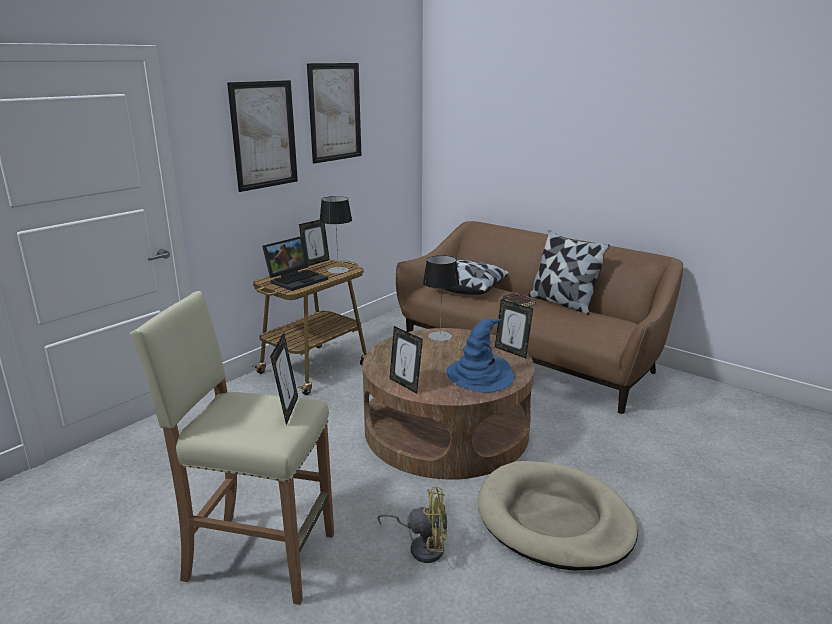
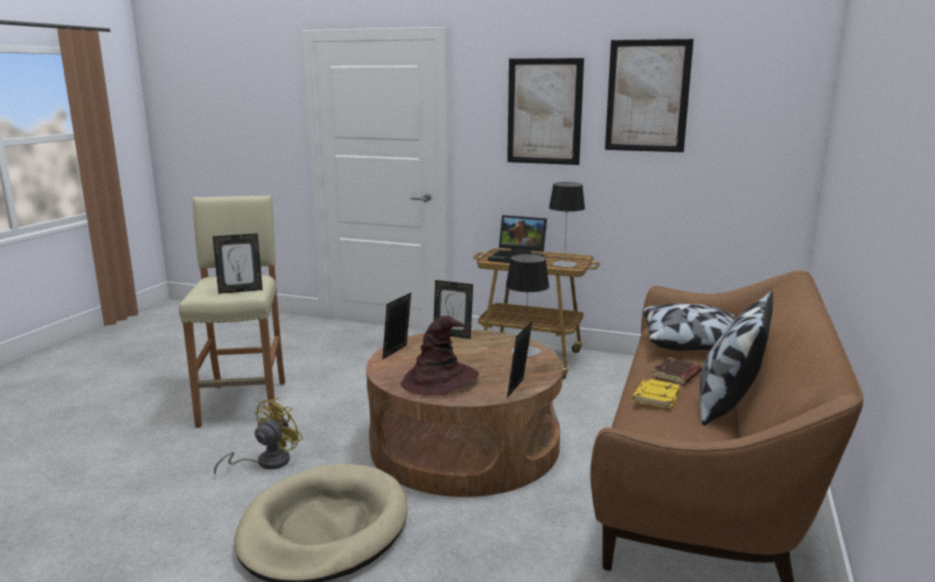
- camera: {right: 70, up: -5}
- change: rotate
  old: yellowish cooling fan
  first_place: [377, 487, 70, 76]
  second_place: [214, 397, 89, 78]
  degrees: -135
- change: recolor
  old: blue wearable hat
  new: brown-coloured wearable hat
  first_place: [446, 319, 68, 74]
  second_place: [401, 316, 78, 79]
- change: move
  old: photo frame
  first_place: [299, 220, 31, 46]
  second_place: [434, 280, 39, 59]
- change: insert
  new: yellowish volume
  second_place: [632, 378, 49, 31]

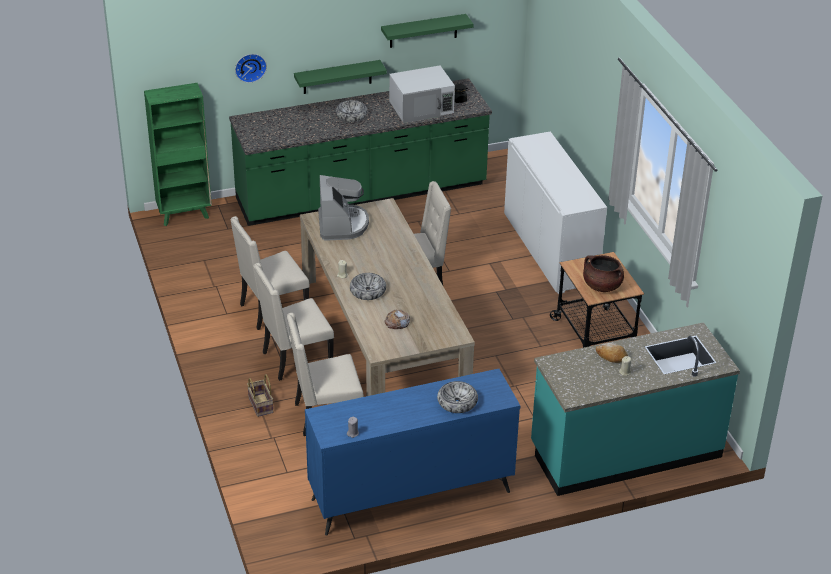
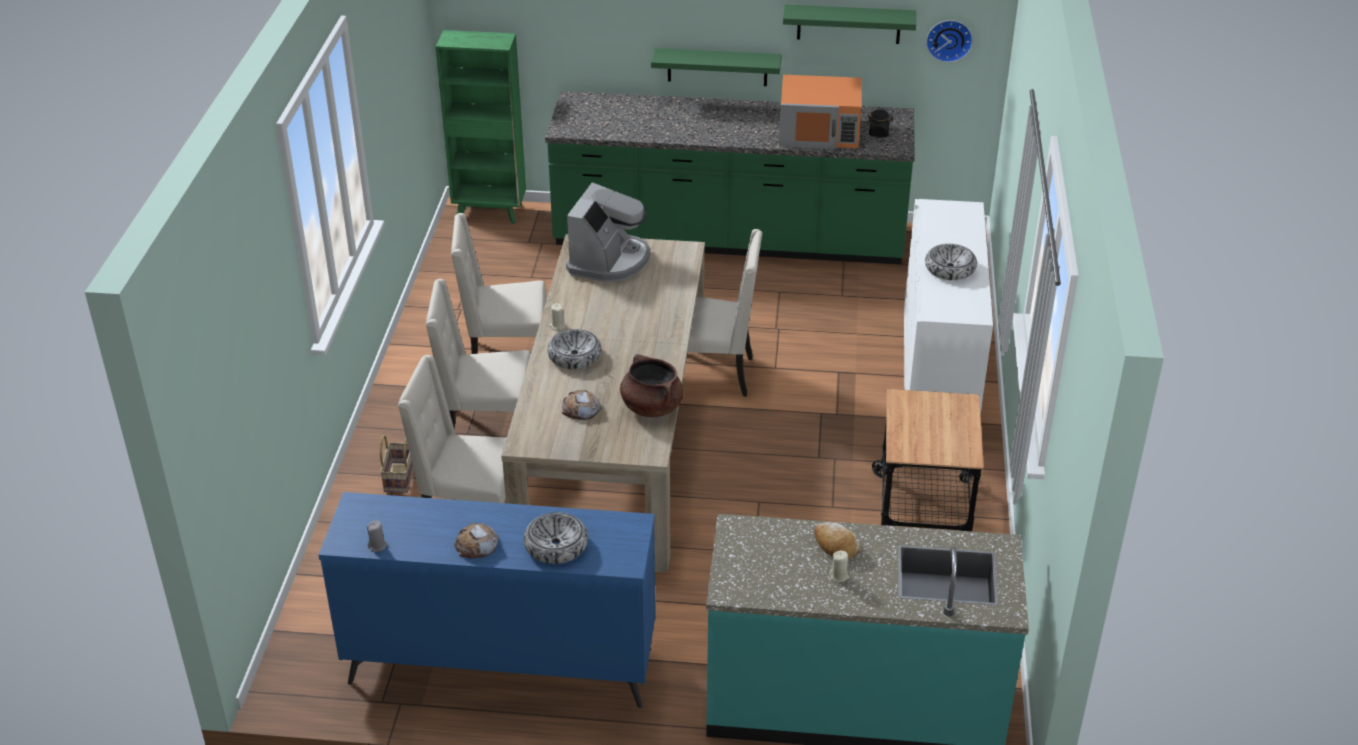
- camera: {right: 25, up: 0}
- change: insert
  new: bakery bread
  second_place: [454, 523, 45, 35]
- change: move
  old: brown-coloured saucepot
  first_place: [583, 255, 41, 37]
  second_place: [620, 354, 64, 63]
- change: recolor
  old: white-coloured microwave
  new: orange microwave
  first_place: [389, 66, 66, 57]
  second_place: [779, 75, 83, 74]
- change: move
  old: deep dish
  first_place: [336, 100, 32, 22]
  second_place: [925, 244, 52, 36]
- change: move
  old: hanging clock
  first_place: [235, 54, 32, 29]
  second_place: [926, 20, 47, 43]

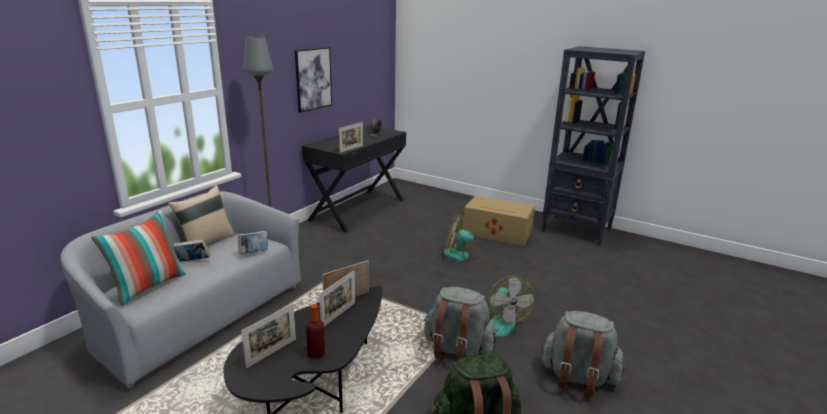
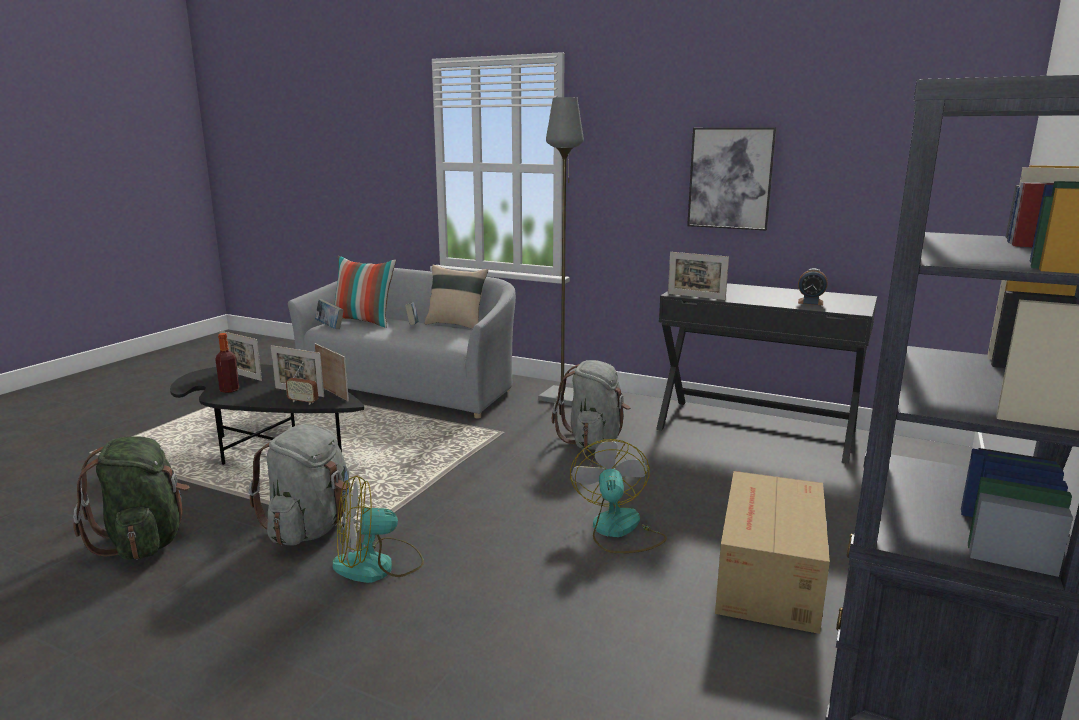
- camera: {right: 85, up: -5}
- change: insert
  new: radio set
  second_place: [286, 362, 32, 43]
- change: move
  old: volume
  first_place: [238, 231, 30, 23]
  second_place: [315, 300, 29, 29]
- change: move
  old: grey backpack
  first_place: [541, 311, 83, 85]
  second_place: [552, 360, 78, 90]

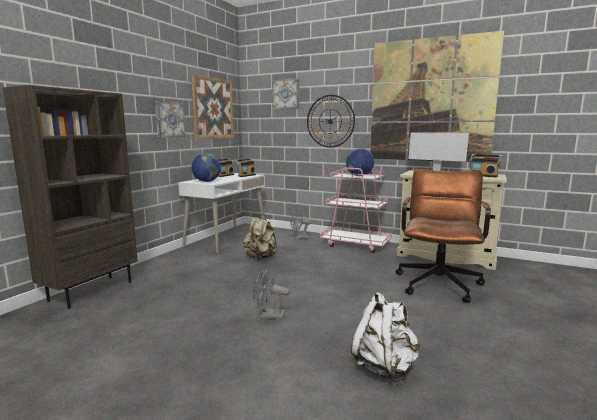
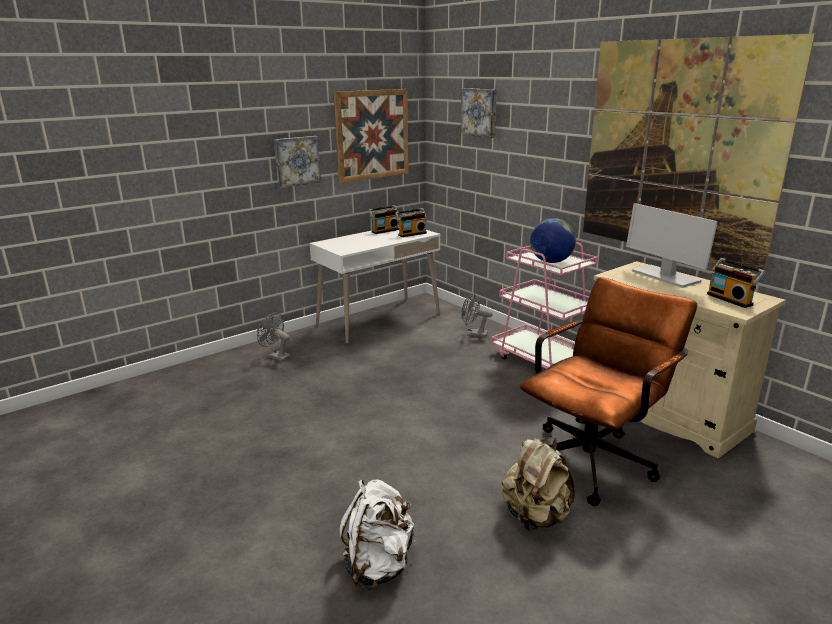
- camera: {right: 25, up: 10}
- change: move
  old: grey cooling fan
  first_place: [253, 267, 36, 52]
  second_place: [257, 313, 34, 49]
- change: move
  old: beige-coloured backpack
  first_place: [243, 214, 34, 46]
  second_place: [502, 436, 73, 95]
- change: delete
  old: brown-coloured bookshelf
  first_place: [3, 85, 135, 224]
- change: delete
  old: world globe
  first_place: [192, 153, 29, 29]
- change: delete
  old: hanging clock
  first_place: [307, 95, 48, 53]

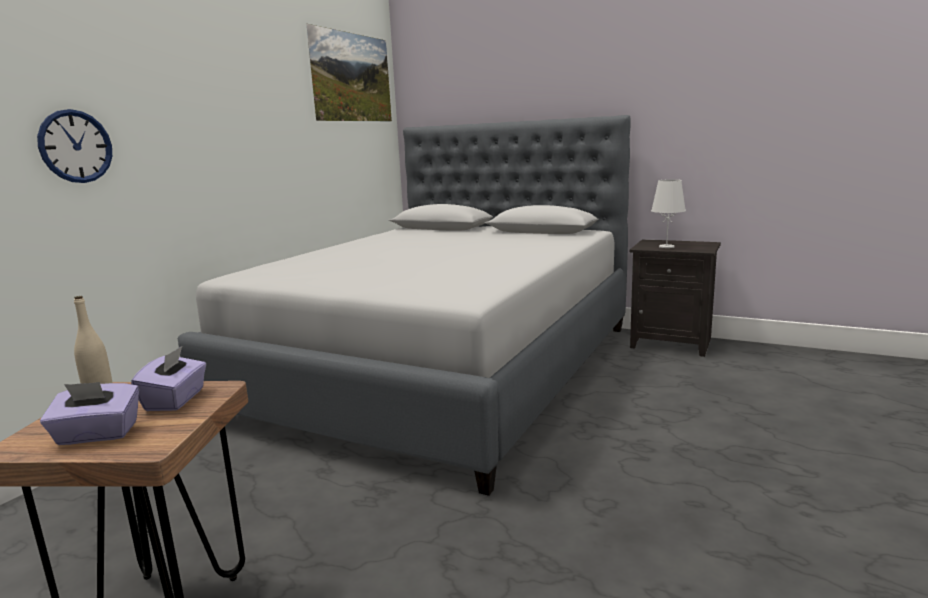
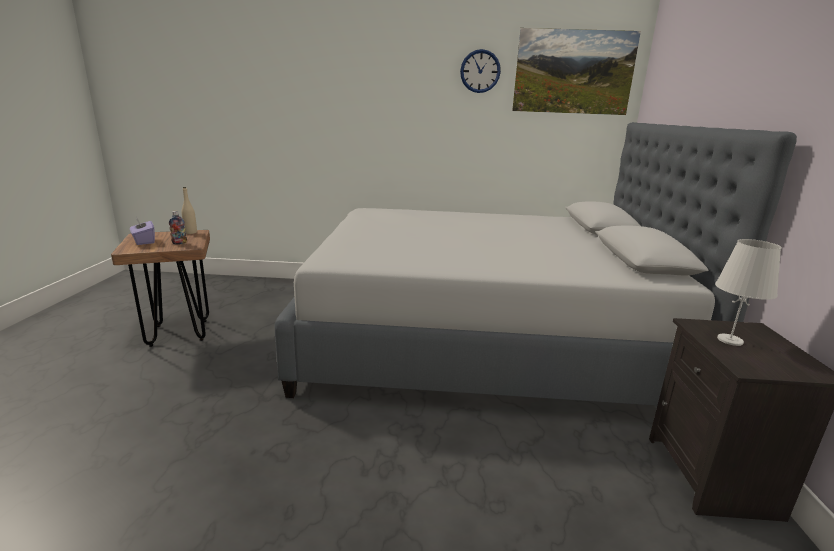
- camera: {right: 65, up: 5}
- change: replace
  old: purple-coloured box of tissues
  new: beverage bottle
  first_place: [131, 346, 75, 65]
  second_place: [169, 211, 18, 34]
- change: move
  old: hanging clock
  first_place: [37, 109, 75, 74]
  second_place: [460, 49, 41, 44]

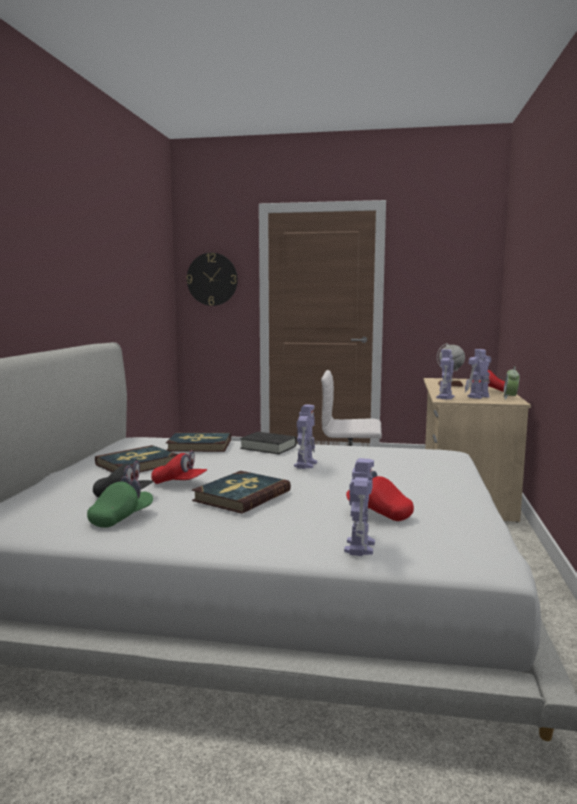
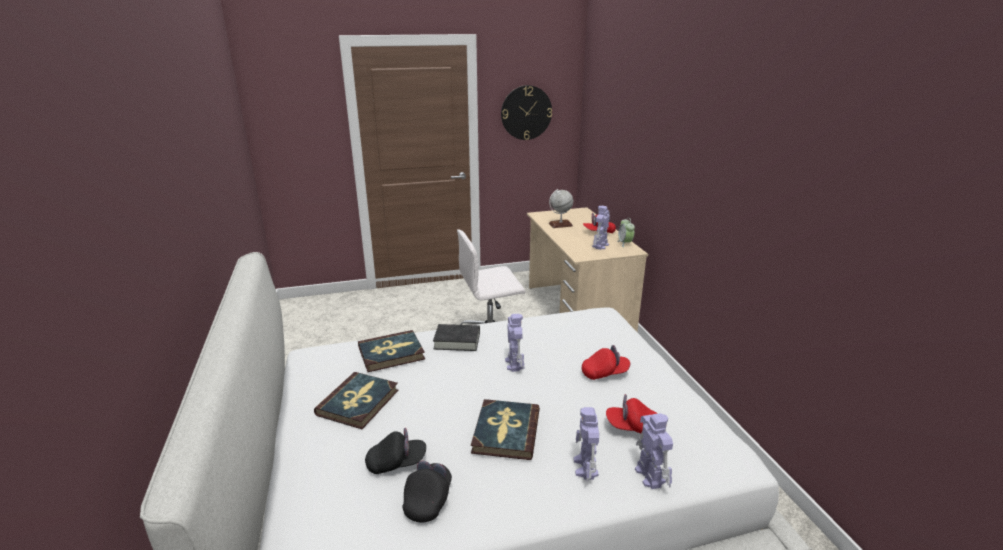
- camera: {right: -25, up: 15}
- change: recolor
  old: green-coloured baseball cap
  new: black baseball cap
  first_place: [87, 476, 66, 52]
  second_place: [402, 461, 50, 62]
- change: move
  old: hanging clock
  first_place: [186, 253, 52, 53]
  second_place: [501, 85, 51, 55]
- change: move
  old: model robot
  first_place: [436, 349, 19, 51]
  second_place: [574, 407, 25, 75]
- change: move
  old: red baseball cap
  first_place: [151, 450, 56, 34]
  second_place: [582, 345, 48, 35]

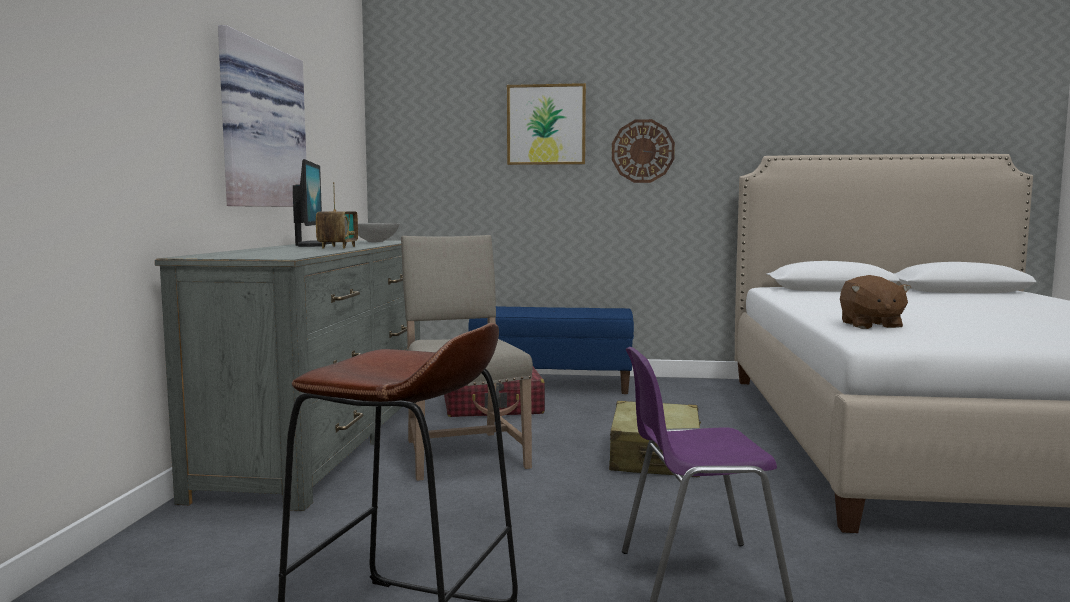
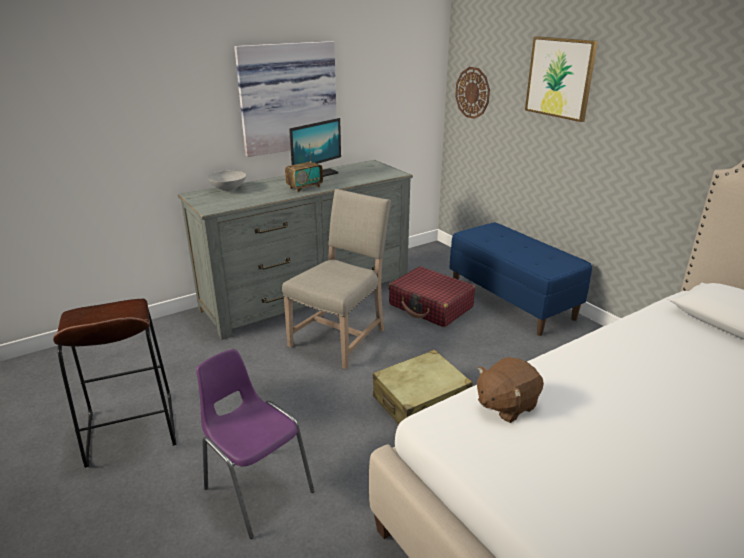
- camera: {right: 50, up: 20}
- change: move
  old: grey deep dish
  first_place: [358, 223, 42, 19]
  second_place: [208, 171, 38, 20]
- change: move
  old: hanging clock
  first_place: [612, 119, 63, 64]
  second_place: [455, 67, 35, 52]

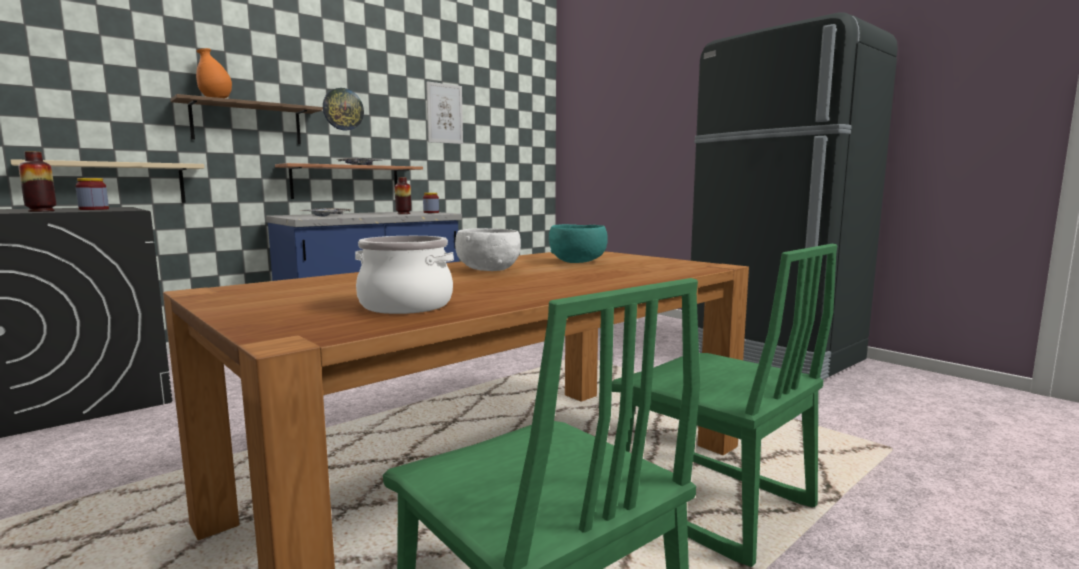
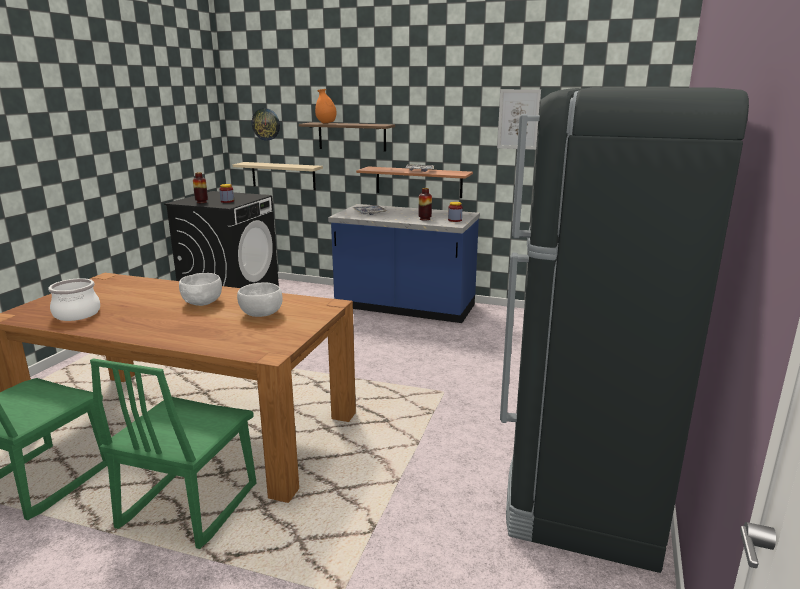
- camera: {right: 60, up: 10}
- change: recolor
  old: blue-green deep dish
  new: white-coloured deep dish
  first_place: [549, 224, 59, 39]
  second_place: [237, 282, 46, 35]
- change: move
  old: hanging clock
  first_place: [323, 88, 41, 43]
  second_place: [252, 108, 28, 33]

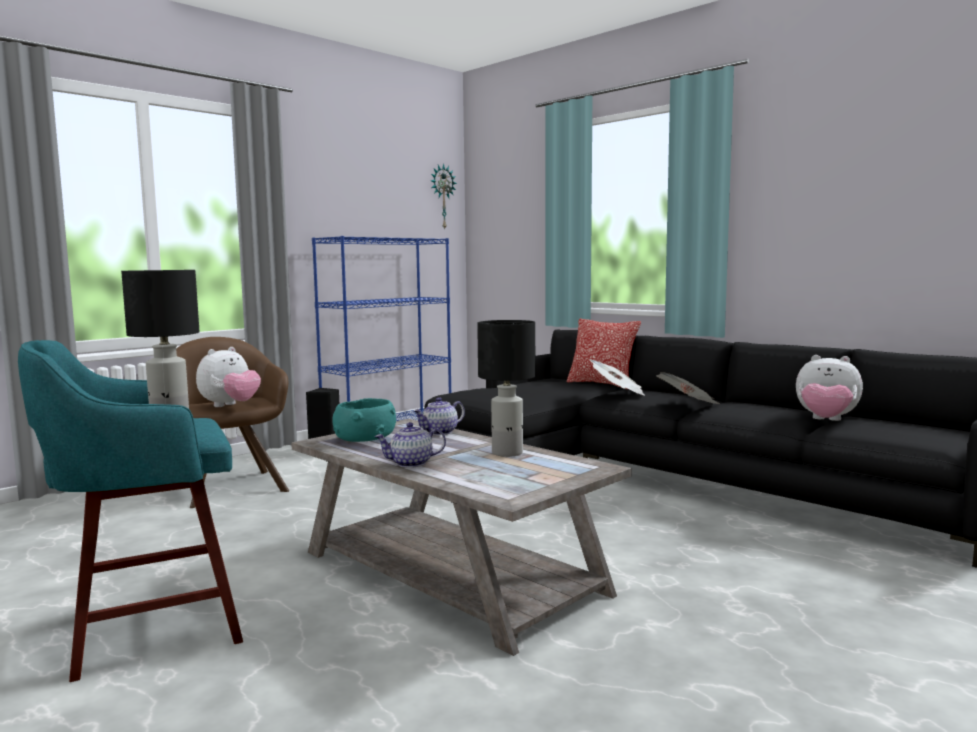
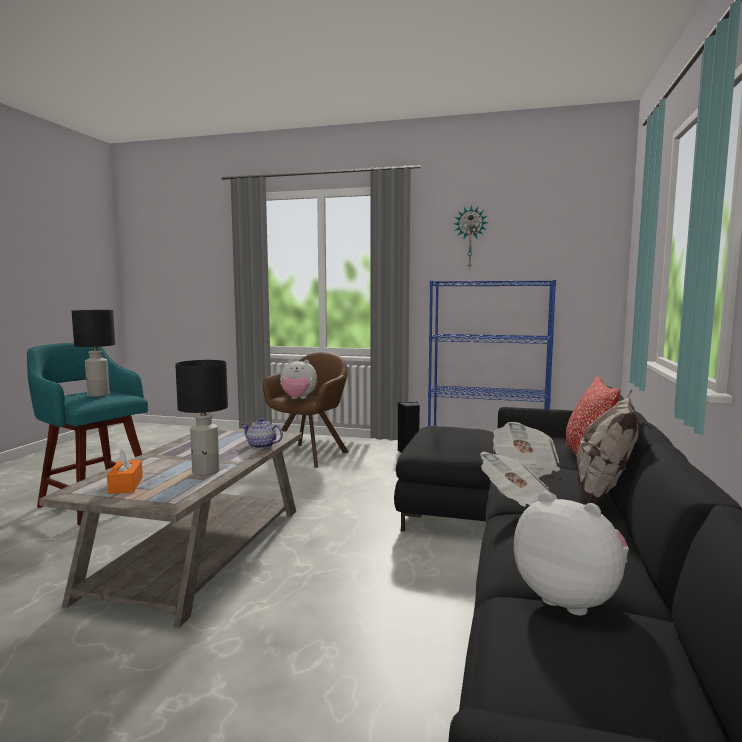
- camera: {right: 60, up: 0}
- change: insert
  new: orange box of tissues
  second_place: [107, 449, 36, 45]
- change: move
  old: hanging clock
  first_place: [431, 163, 26, 67]
  second_place: [454, 205, 34, 64]
- change: rotate
  old: cuddly toy
  first_place: [796, 355, 67, 66]
  second_place: [514, 491, 115, 125]
  degrees: 135
- change: insert
  new: pillow
  second_place: [577, 389, 62, 116]
- change: delete
  old: blue-green deep dish
  first_place: [332, 398, 64, 44]
- change: delete
  old: teapot
  first_place: [375, 422, 71, 46]

